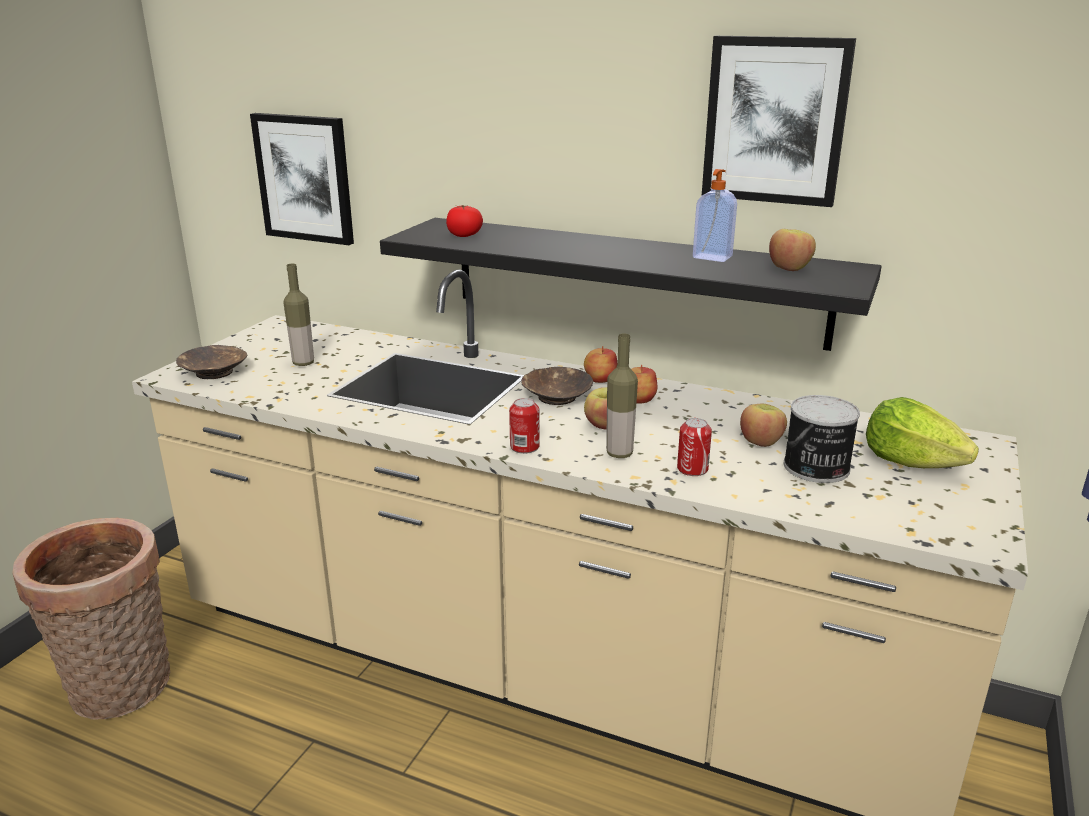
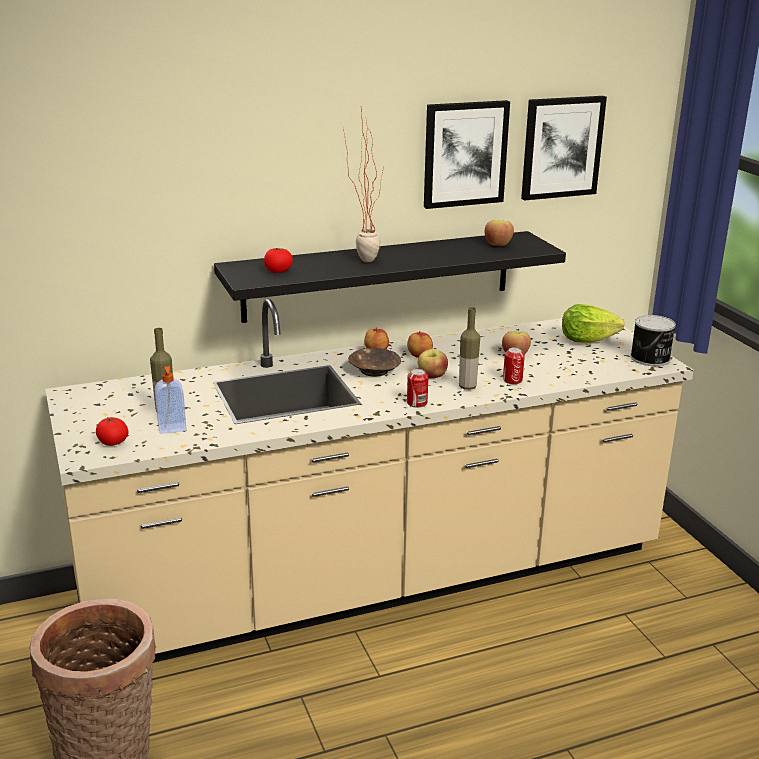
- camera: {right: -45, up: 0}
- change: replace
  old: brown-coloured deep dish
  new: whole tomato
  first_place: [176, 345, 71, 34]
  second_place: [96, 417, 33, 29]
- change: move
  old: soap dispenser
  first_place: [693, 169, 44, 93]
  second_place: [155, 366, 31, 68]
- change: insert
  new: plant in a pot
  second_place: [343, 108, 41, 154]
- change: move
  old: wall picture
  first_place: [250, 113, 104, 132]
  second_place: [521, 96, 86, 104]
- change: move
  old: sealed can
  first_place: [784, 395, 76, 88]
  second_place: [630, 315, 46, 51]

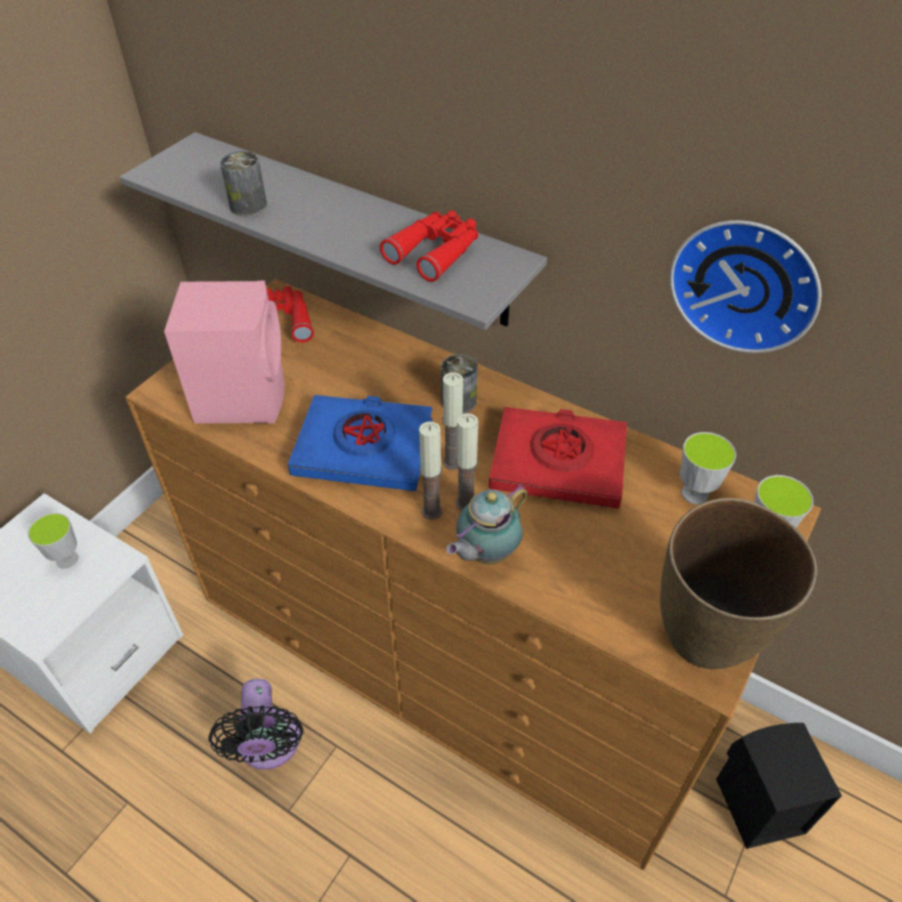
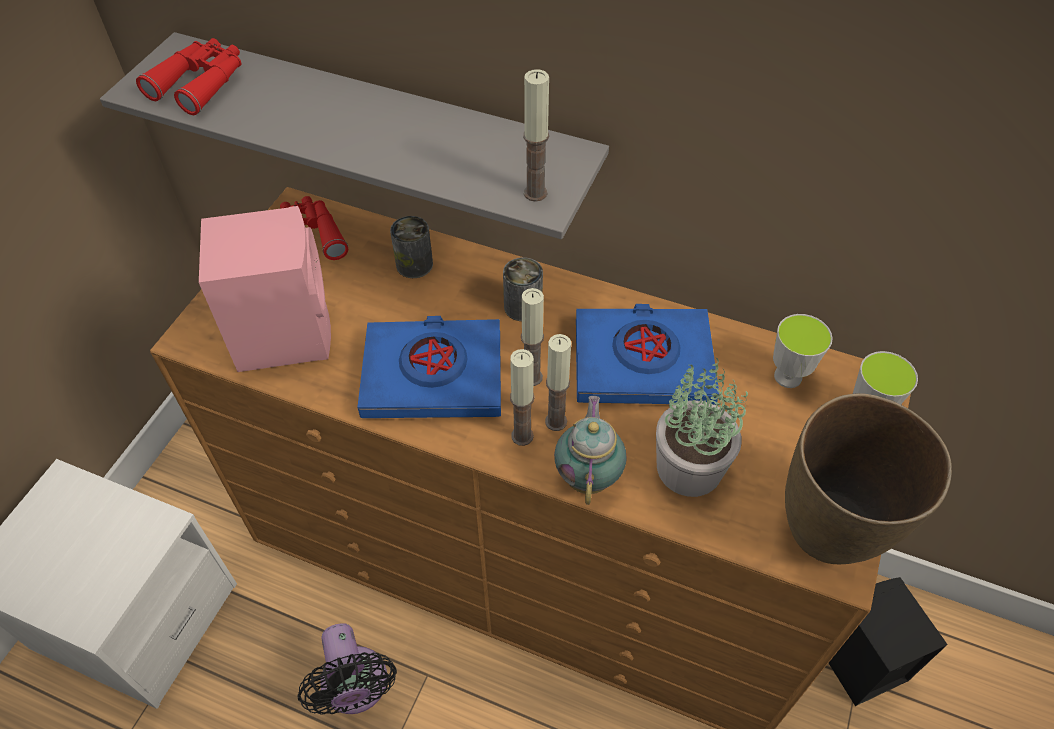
- camera: {right: -10, up: 5}
- change: move
  old: red pair of binoculars
  first_place: [380, 210, 98, 72]
  second_place: [136, 38, 105, 77]
- change: move
  old: sealed can
  first_place: [220, 151, 47, 65]
  second_place: [390, 216, 43, 62]
- change: insert
  new: wax light
  second_place: [523, 70, 26, 132]
- change: rotate
  old: teapot
  first_place: [446, 484, 81, 81]
  second_place: [554, 396, 73, 109]
  degrees: 150
- change: recolor
  old: red volume
  new: blue volume
  first_place: [489, 407, 138, 101]
  second_place: [576, 304, 143, 101]
- change: insert
  new: plant in a pot
  second_place: [656, 358, 92, 139]
- change: delete
  old: drinking cup
  first_place: [28, 513, 50, 56]
- change: delete
  old: hanging clock
  first_place: [670, 220, 151, 133]

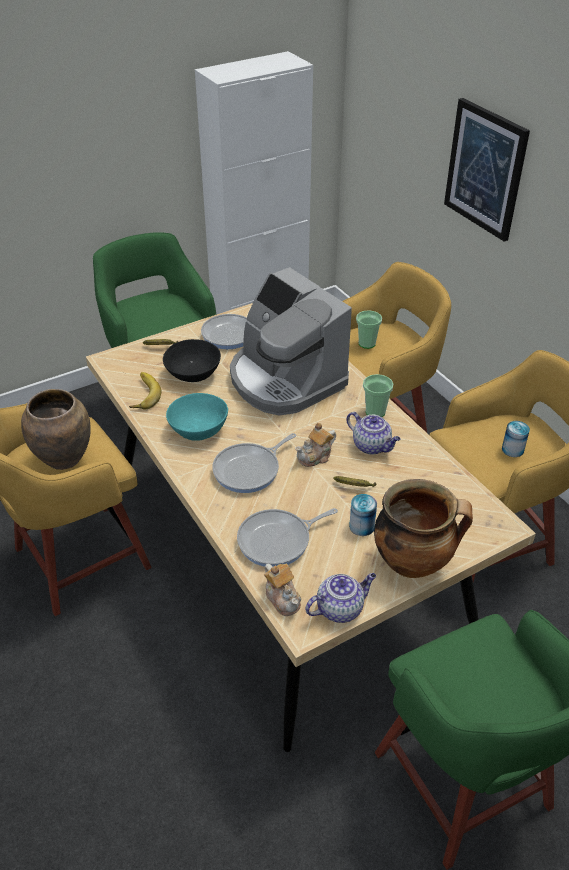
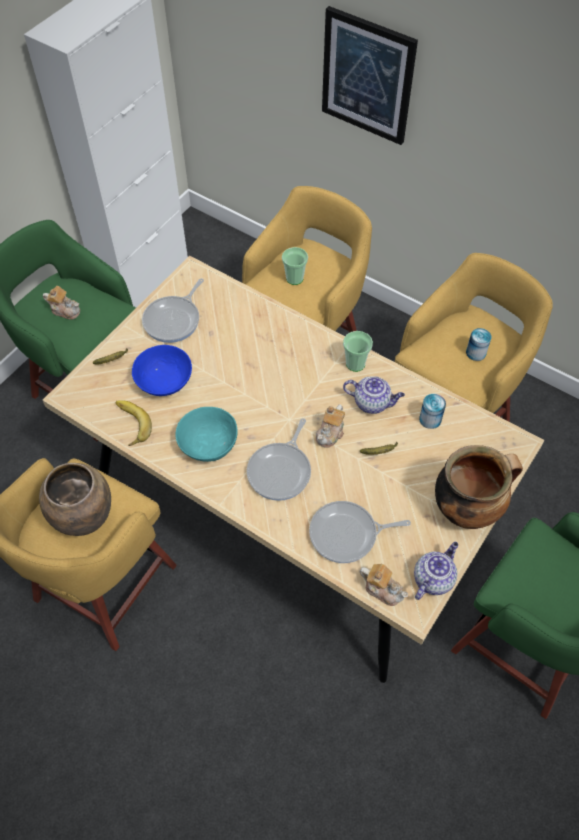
- camera: {right: -25, up: 15}
- change: insert
  new: teapot
  second_place: [43, 286, 37, 34]
- change: recolor
  old: black deep dish
  new: blue deep dish
  first_place: [163, 339, 58, 43]
  second_place: [132, 345, 60, 51]
- change: rotate
  old: pan
  first_place: [237, 508, 101, 59]
  second_place: [309, 501, 102, 62]
  degrees: 45
- change: move
  old: sealed can
  first_place: [349, 494, 28, 42]
  second_place: [419, 394, 27, 35]
- change: delete
  old: coffee machine
  first_place: [230, 267, 122, 149]

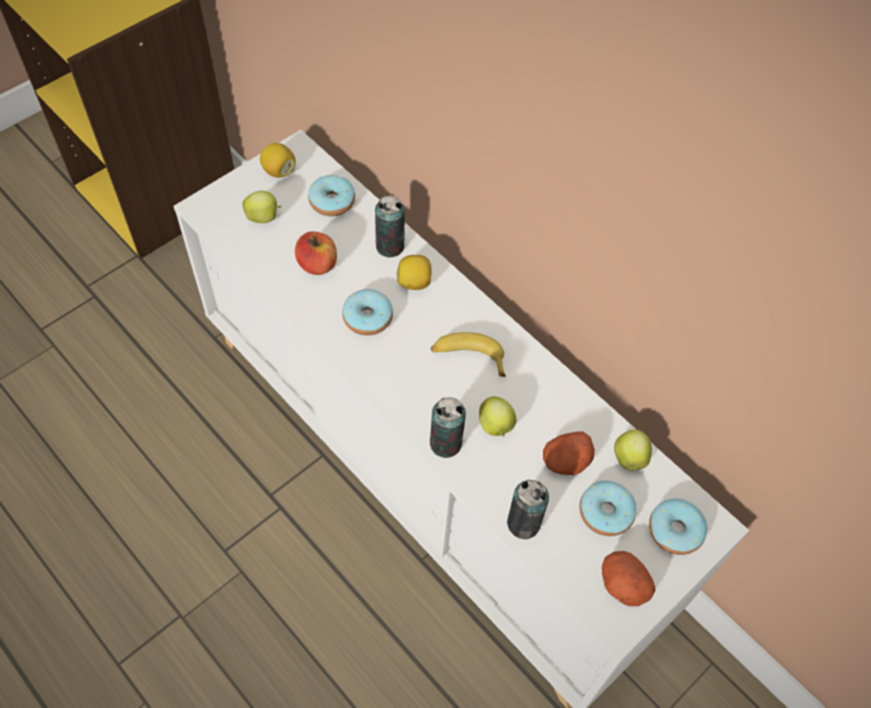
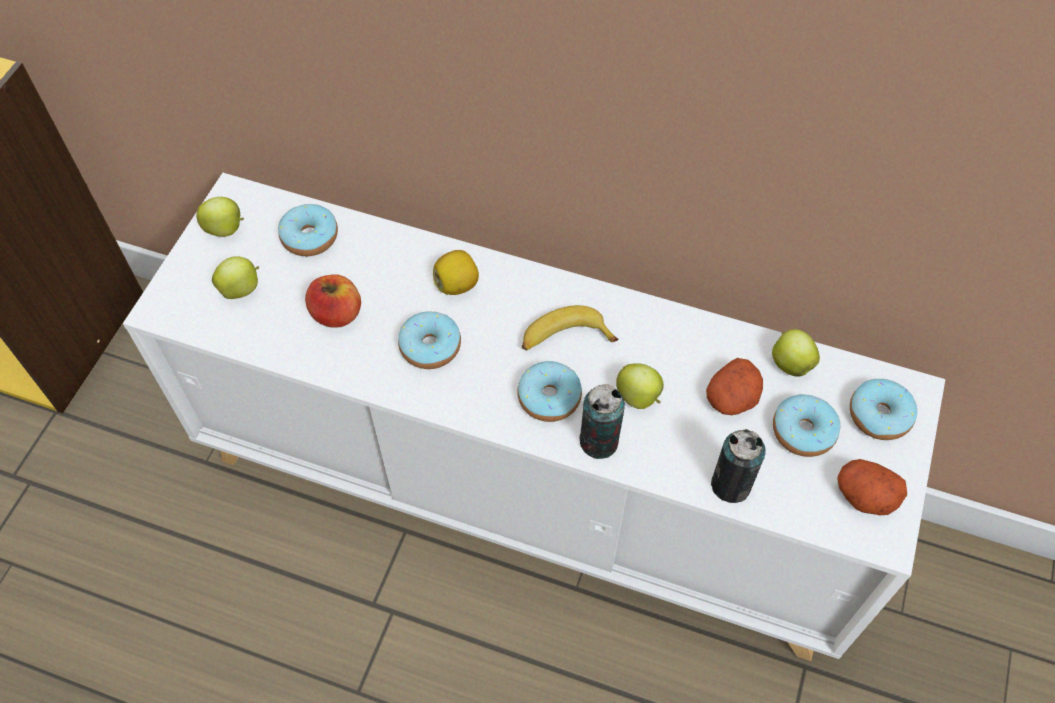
- camera: {right: -25, up: 0}
- change: replace
  old: whole lemon
  new: apple
  first_place: [260, 143, 36, 35]
  second_place: [196, 197, 48, 40]
- change: insert
  new: doughnut
  second_place: [517, 361, 65, 61]
- change: delete
  old: sealed can
  first_place: [375, 195, 30, 62]

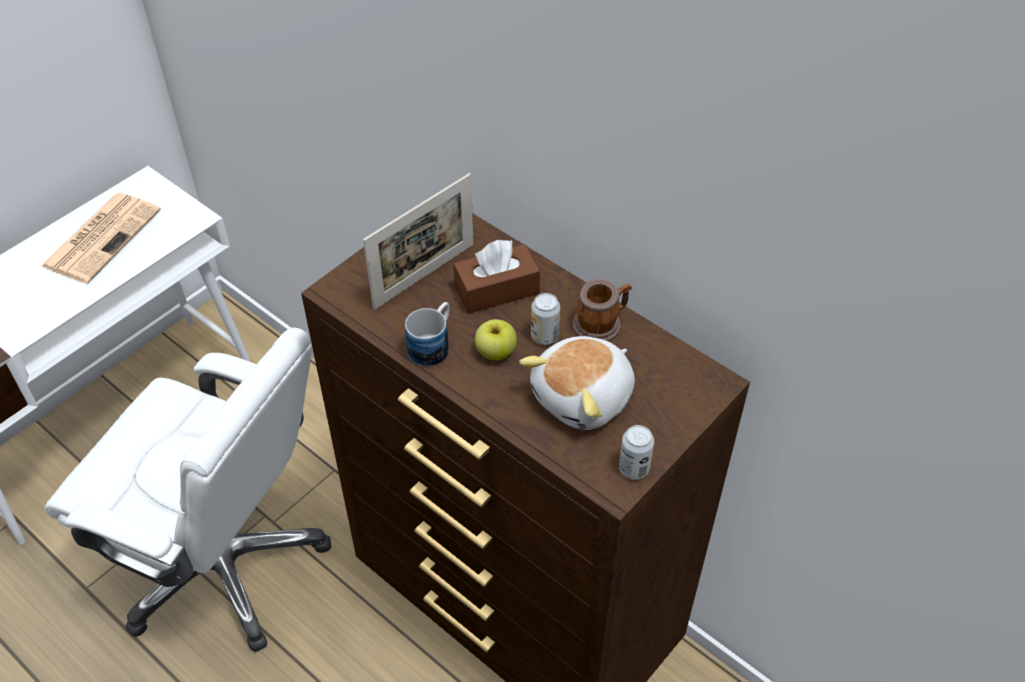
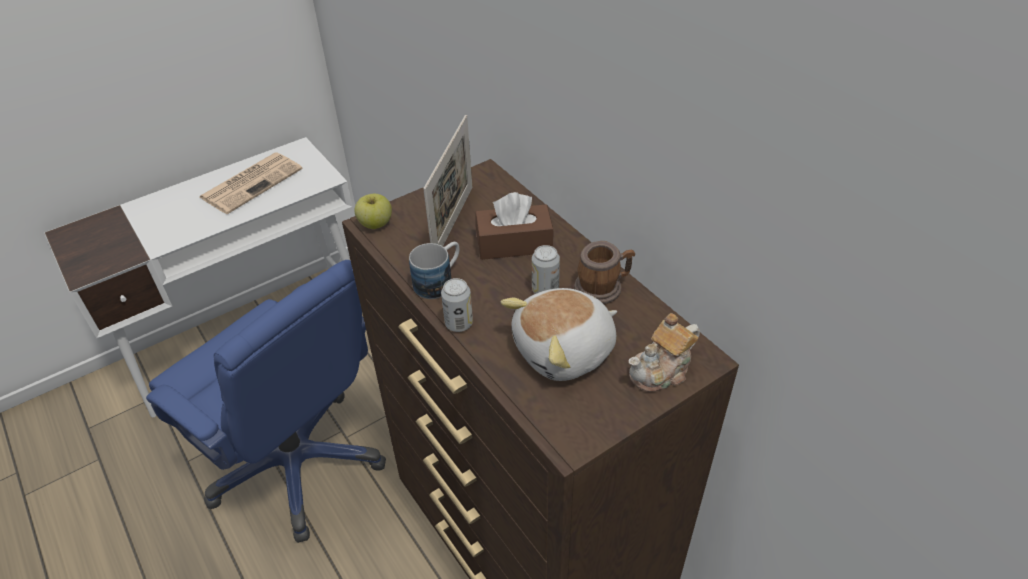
- camera: {right: 15, up: -5}
- change: recolor
  old: white-coloured desk chair
  new: blue desk chair
  first_place: [45, 328, 286, 324]
  second_place: [146, 260, 240, 283]
- change: move
  old: apple
  first_place: [475, 319, 42, 41]
  second_place: [354, 194, 38, 35]
- change: rotate
  old: photo frame
  first_place: [363, 173, 111, 137]
  second_place: [423, 115, 49, 131]
  degrees: -45
- change: move
  old: sealed can
  first_place: [619, 425, 35, 55]
  second_place: [441, 278, 32, 54]
- change: insert
  new: teapot
  second_place: [628, 313, 72, 79]

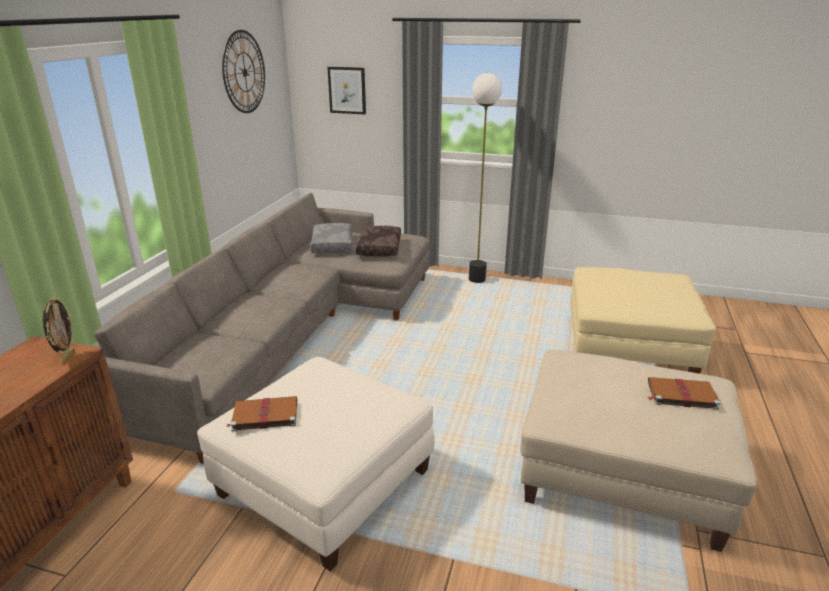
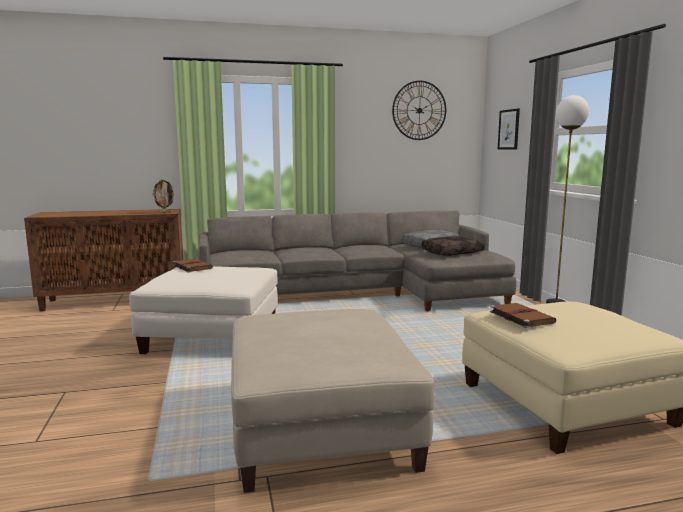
- camera: {right: 60, up: -15}
- change: move
  old: brown-coloured volume
  first_place: [648, 377, 72, 33]
  second_place: [490, 303, 66, 25]

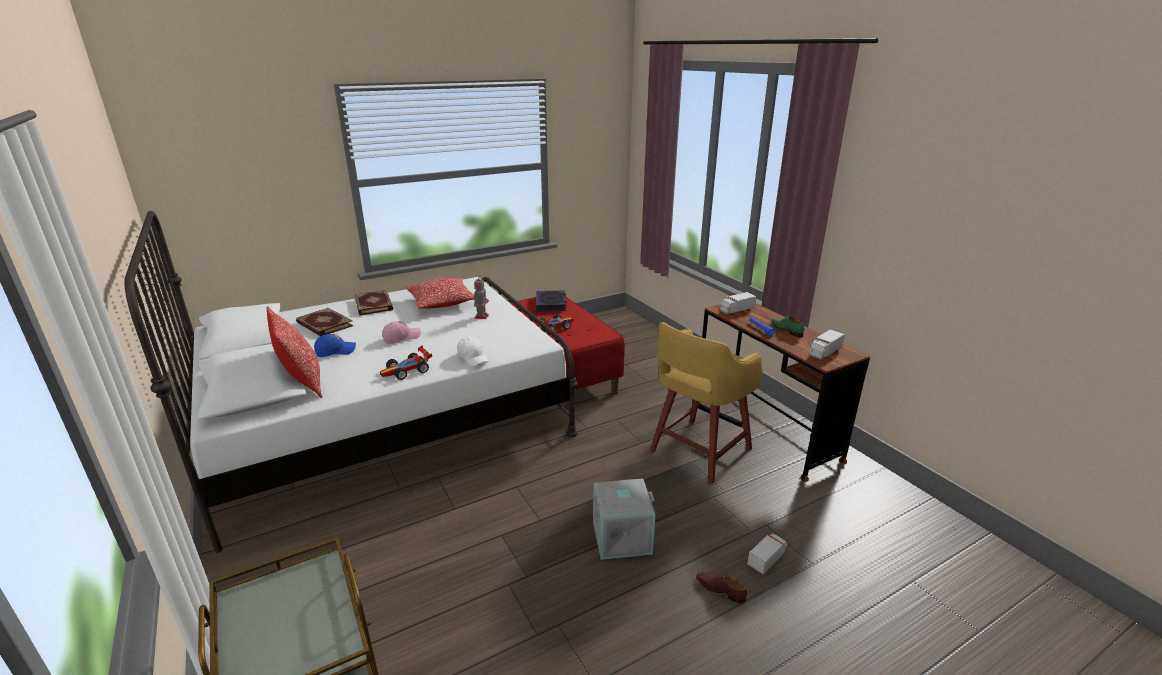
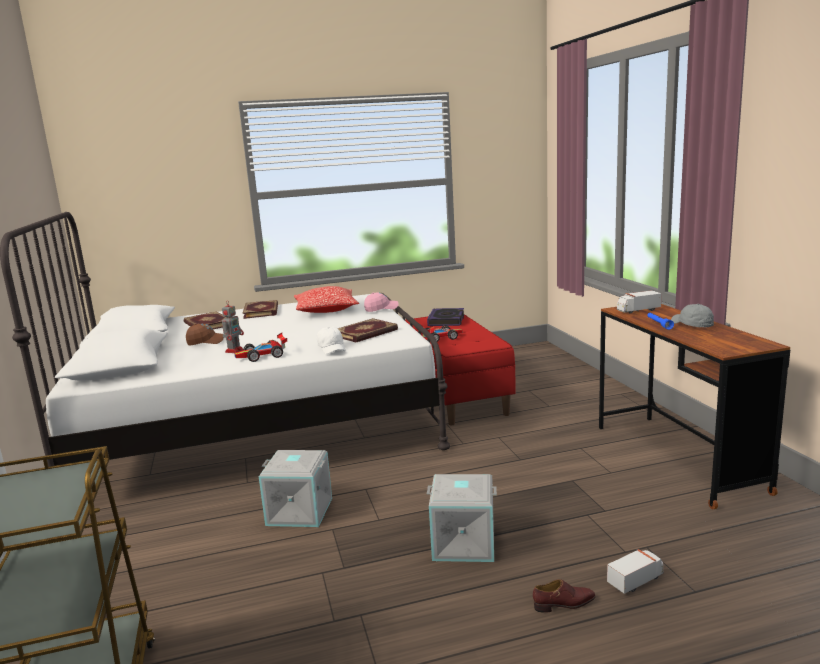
- camera: {right: 15, up: -10}
- change: recolor
  old: blue baseball cap
  new: brown-coloured baseball cap
  first_place: [314, 334, 42, 23]
  second_place: [186, 324, 38, 21]
- change: move
  old: model robot
  first_place: [474, 275, 15, 44]
  second_place: [222, 300, 22, 53]
- change: insert
  new: grey storage bin
  second_place: [259, 450, 73, 77]
- change: insert
  new: volume
  second_place: [338, 318, 60, 25]
- change: move
  old: pink-coloured baseball cap
  first_place: [382, 321, 39, 23]
  second_place: [364, 292, 35, 20]
- change: rotate
  old: brown-coloured low shoe
  first_place: [696, 572, 51, 31]
  second_place: [533, 579, 63, 34]
  degrees: 120
- change: replace
  old: green-coloured low shoe
  new: grey baseball cap
  first_place: [771, 316, 33, 22]
  second_place: [671, 304, 43, 23]
- change: delete
  old: pillow
  first_place: [267, 306, 56, 92]
- change: delete
  old: yellowish sitting stool
  first_place: [650, 322, 113, 162]
- change: delete
  old: model truck
  first_place: [809, 329, 36, 30]

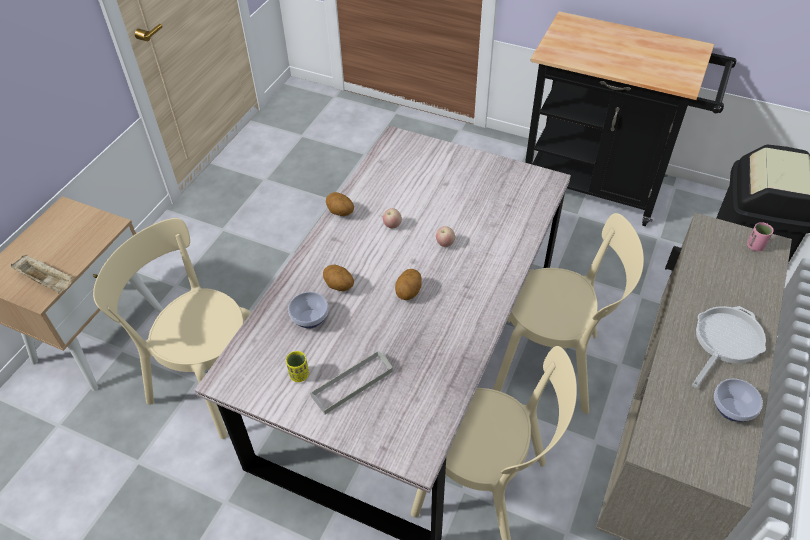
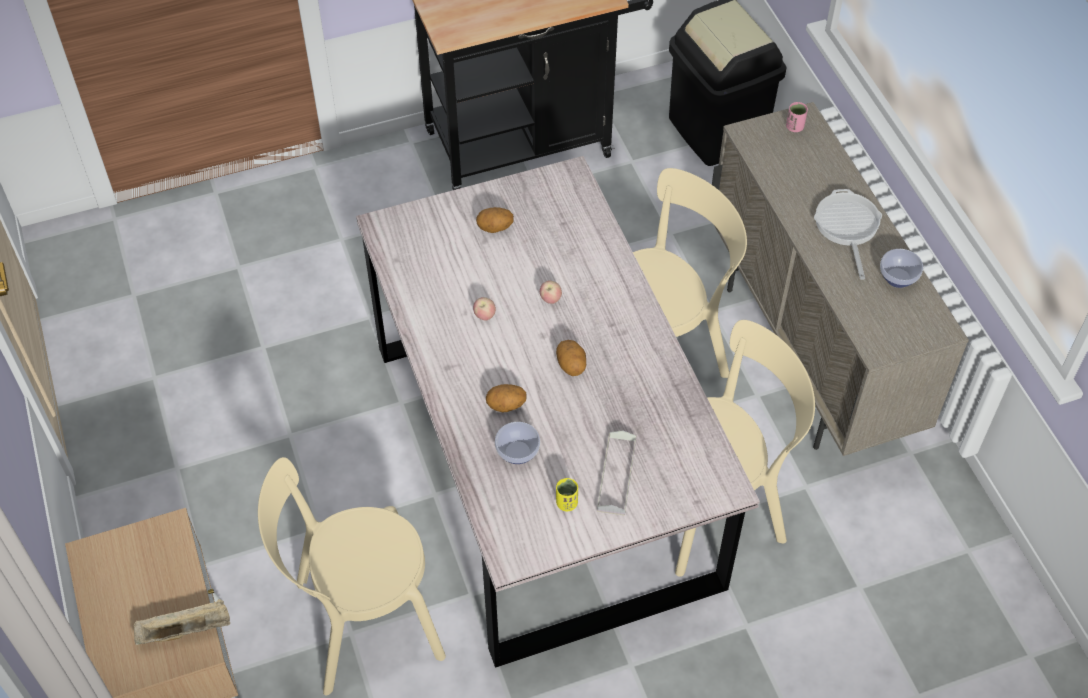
- camera: {right: -45, up: 5}
- change: move
  old: whole potato
  first_place: [326, 192, 28, 24]
  second_place: [476, 207, 38, 26]

